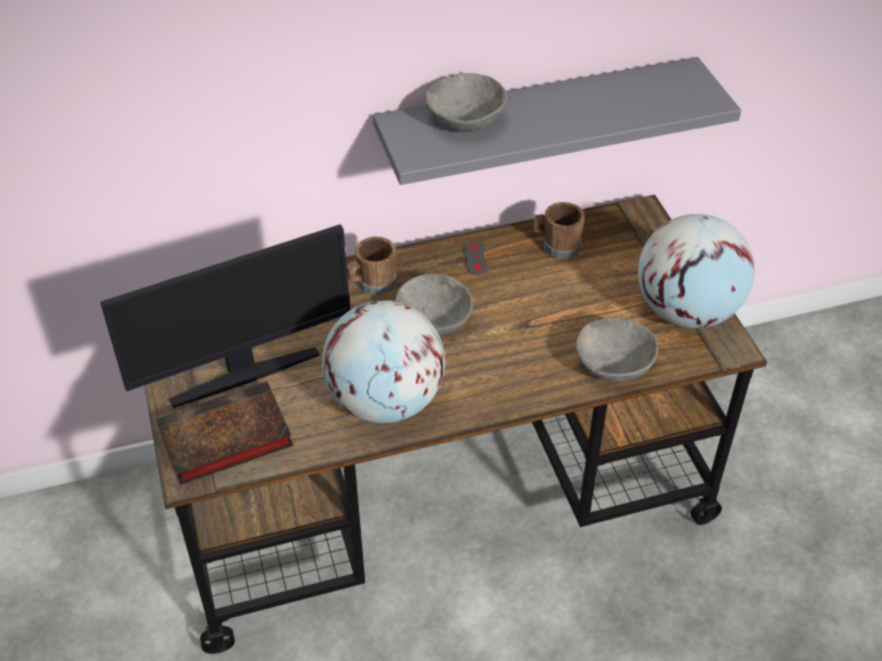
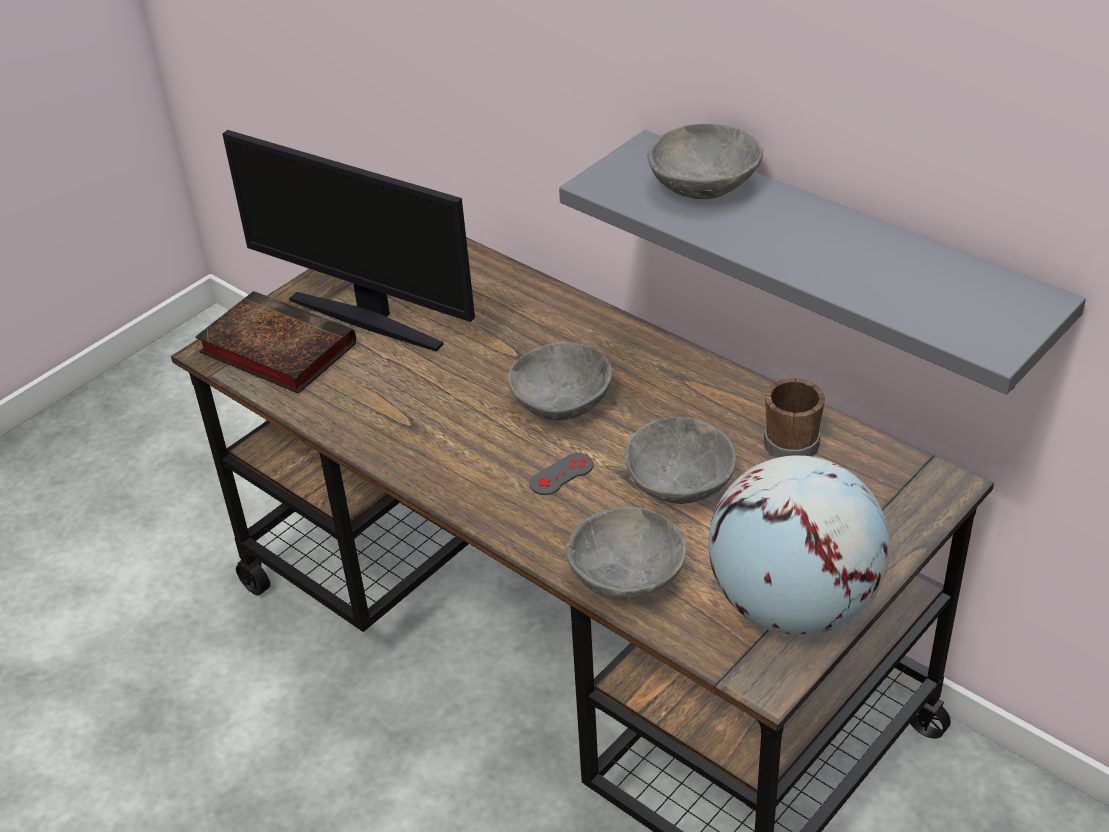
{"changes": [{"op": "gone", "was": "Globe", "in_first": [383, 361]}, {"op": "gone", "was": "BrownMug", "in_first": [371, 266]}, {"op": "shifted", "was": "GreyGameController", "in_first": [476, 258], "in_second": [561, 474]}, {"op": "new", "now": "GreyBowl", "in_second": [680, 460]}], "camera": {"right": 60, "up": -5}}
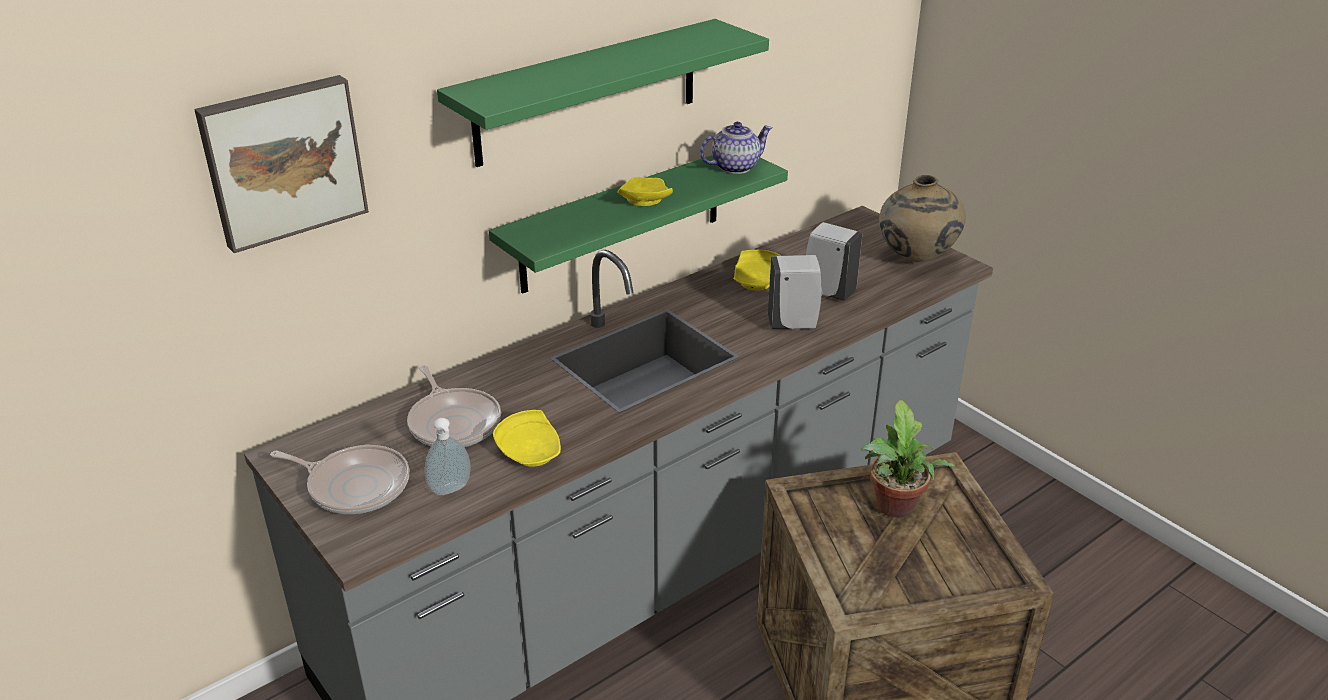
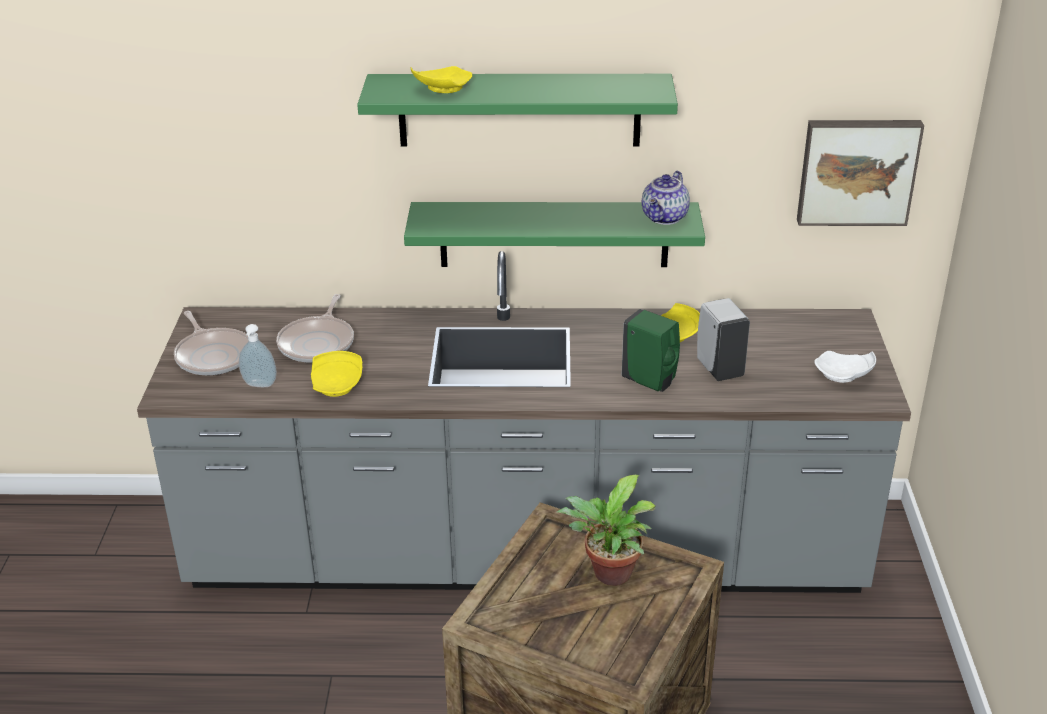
{"changes": [{"op": "shifted", "was": "Picture", "in_first": [281, 164], "in_second": [860, 173]}, {"op": "shifted", "was": "YellowPlate", "in_first": [645, 191], "in_second": [441, 79]}, {"op": "rotated", "was": "Teapot", "in_first": [736, 148], "in_second": [666, 198], "clockwise": 105}, {"op": "repainted", "was": "WhiteSoapDispenser", "now": "GreenSoapDispenser", "in_first": [795, 292], "in_second": [651, 350]}, {"op": "swapped", "was": "BeigeVase", "now": "WhitePlate", "in_first": [922, 218], "in_second": [845, 367]}], "camera": {"right": 40, "up": 0}}
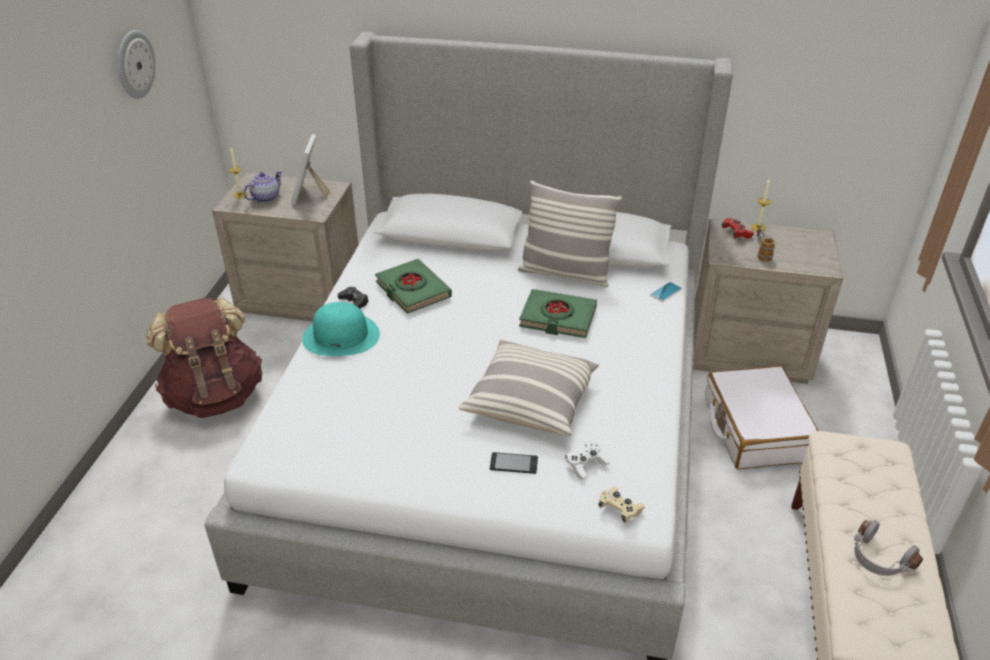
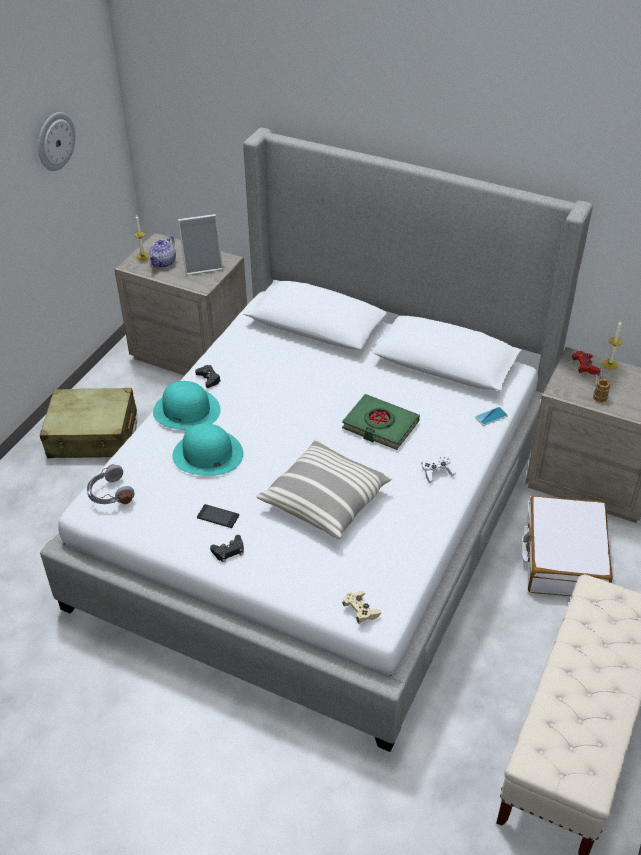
{"changes": [{"op": "swapped", "was": "BrownBackpack", "now": "BeigeSuitcase", "in_first": [204, 357], "in_second": [88, 423]}, {"op": "rotated", "was": "Teapot", "in_first": [262, 186], "in_second": [162, 251], "clockwise": 150}, {"op": "rotated", "was": "PictureFrame", "in_first": [310, 169], "in_second": [200, 244], "clockwise": -120}, {"op": "gone", "was": "GreenBook", "in_first": [413, 286]}, {"op": "shifted", "was": "Phone", "in_first": [514, 463], "in_second": [218, 516]}, {"op": "gone", "was": "Pillow", "in_first": [570, 233]}, {"op": "shifted", "was": "WhiteGameController", "in_first": [587, 460], "in_second": [439, 469]}, {"op": "shifted", "was": "GreyHeadphones", "in_first": [888, 548], "in_second": [111, 484]}, {"op": "new", "now": "TurquoiseHat", "in_second": [207, 449]}, {"op": "new", "now": "BlackGameController", "in_second": [227, 548]}], "camera": {"right": 15, "up": 5}}
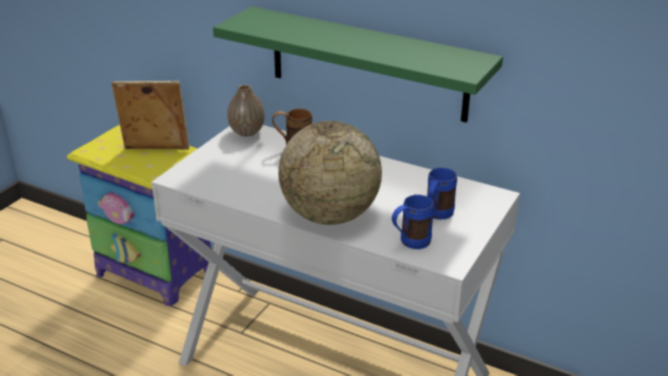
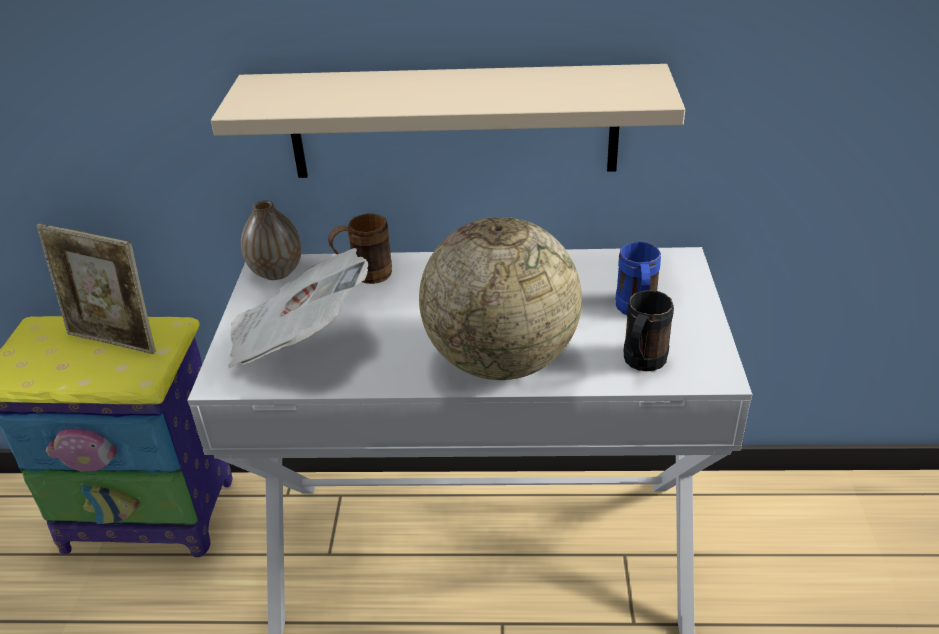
{"changes": [{"op": "rotated", "was": "PictureFrame", "in_first": [150, 115], "in_second": [96, 289], "clockwise": -135}, {"op": "repainted", "was": "GreenShelf", "now": "BeigeShelf", "in_first": [358, 64], "in_second": [448, 121]}, {"op": "repainted", "was": "BlueMug", "now": "BlackMug", "in_first": [413, 222], "in_second": [648, 330]}, {"op": "new", "now": "Newspaper", "in_second": [298, 308]}], "camera": {"right": -25, "up": 5}}
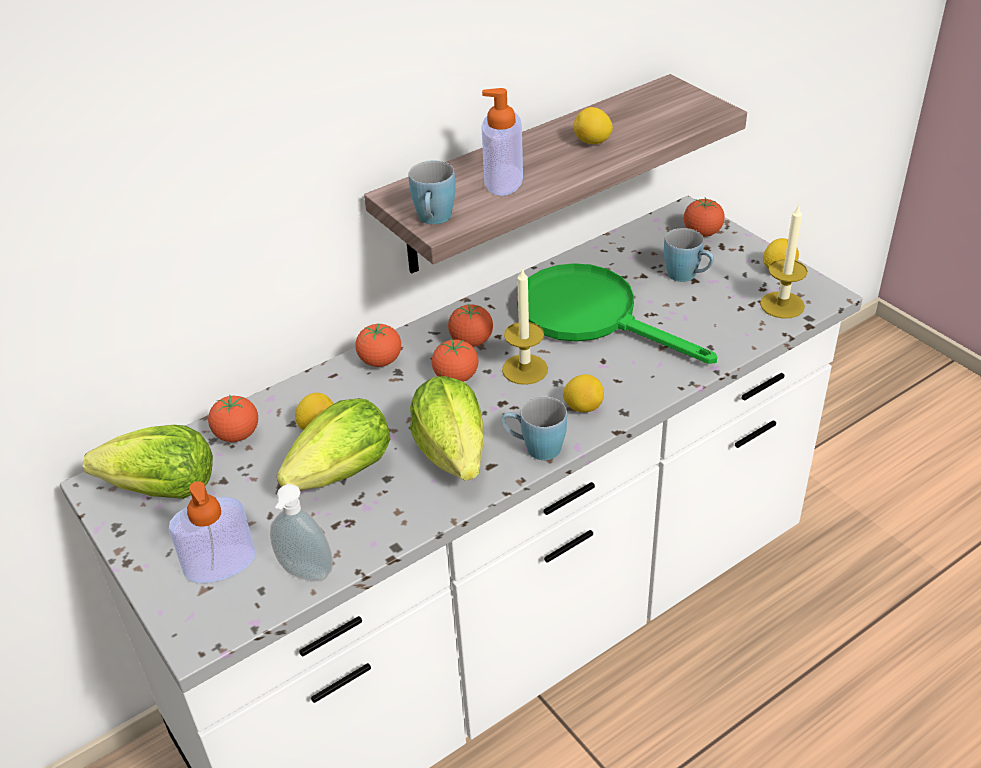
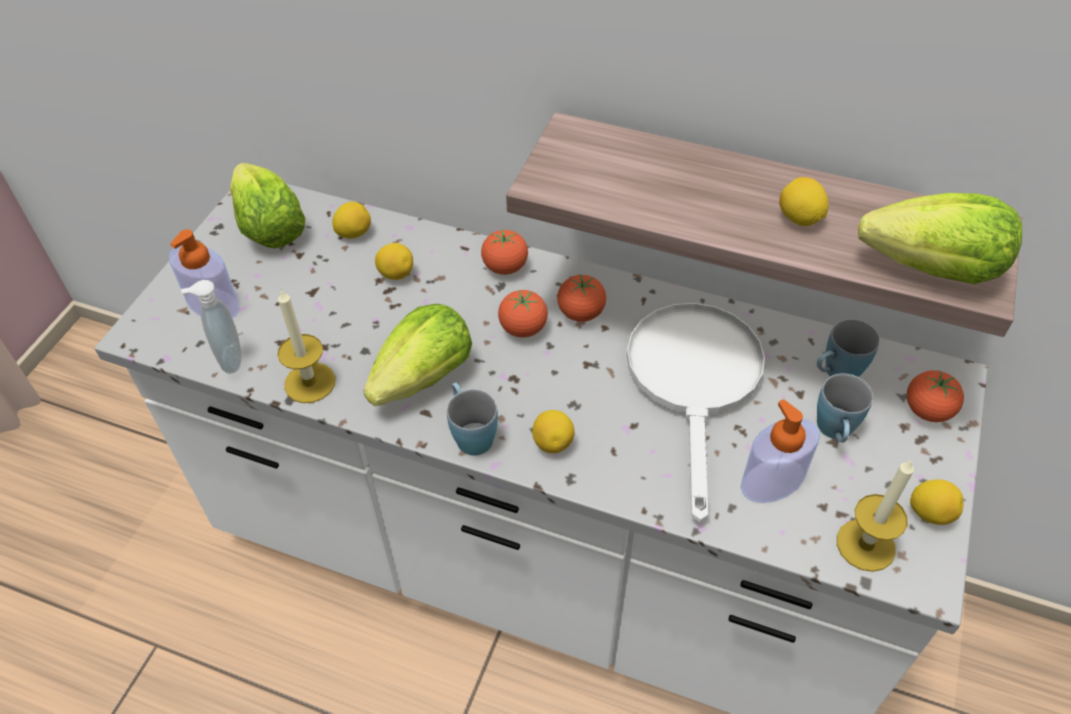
{"changes": [{"op": "swapped", "was": "Tomato", "now": "Lemon", "in_first": [233, 418], "in_second": [351, 220]}, {"op": "shifted", "was": "Lettuce", "in_first": [333, 444], "in_second": [940, 238]}, {"op": "shifted", "was": "BlueMug", "in_first": [432, 192], "in_second": [848, 348]}, {"op": "shifted", "was": "SoapDispenser", "in_first": [502, 142], "in_second": [780, 451]}, {"op": "shifted", "was": "Candle", "in_first": [525, 326], "in_second": [306, 346]}, {"op": "repainted", "was": "GreenFryingPan", "now": "WhiteFryingPan", "in_first": [617, 313], "in_second": [696, 413]}], "camera": {"right": 55, "up": 10}}
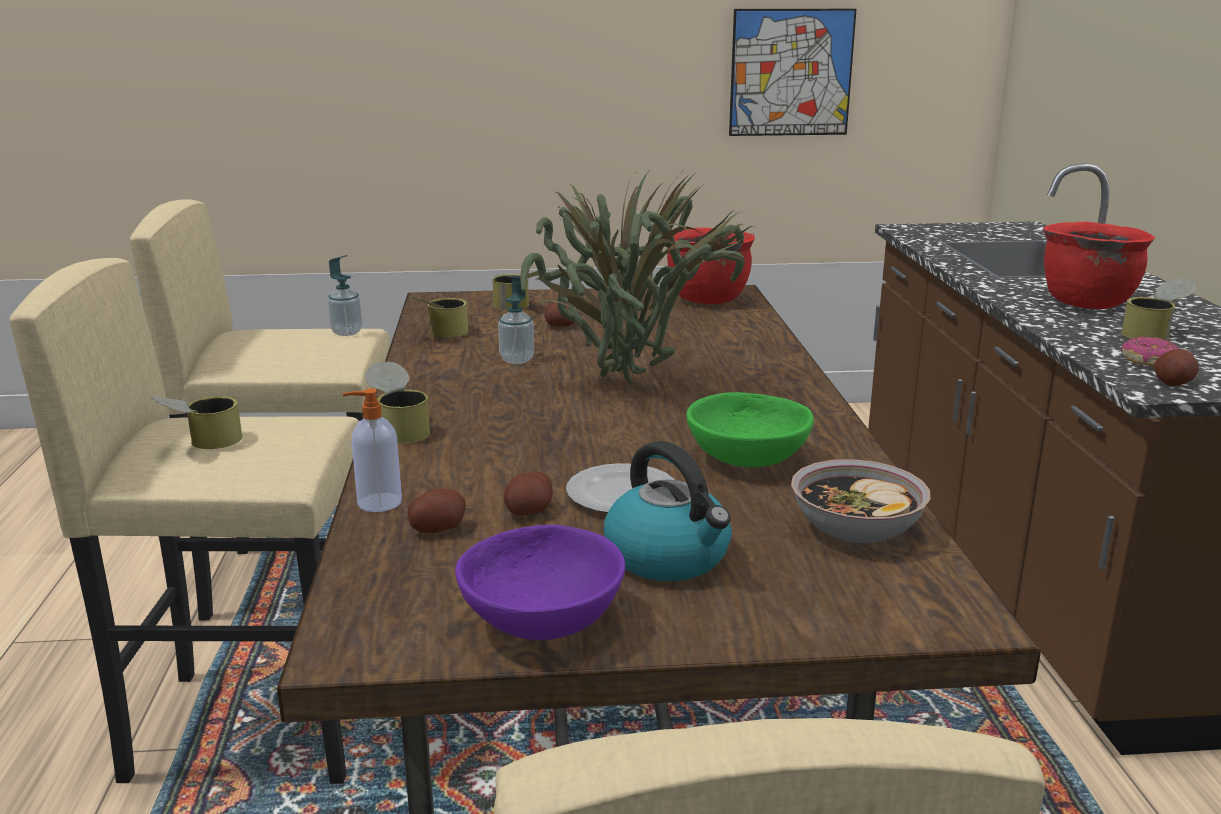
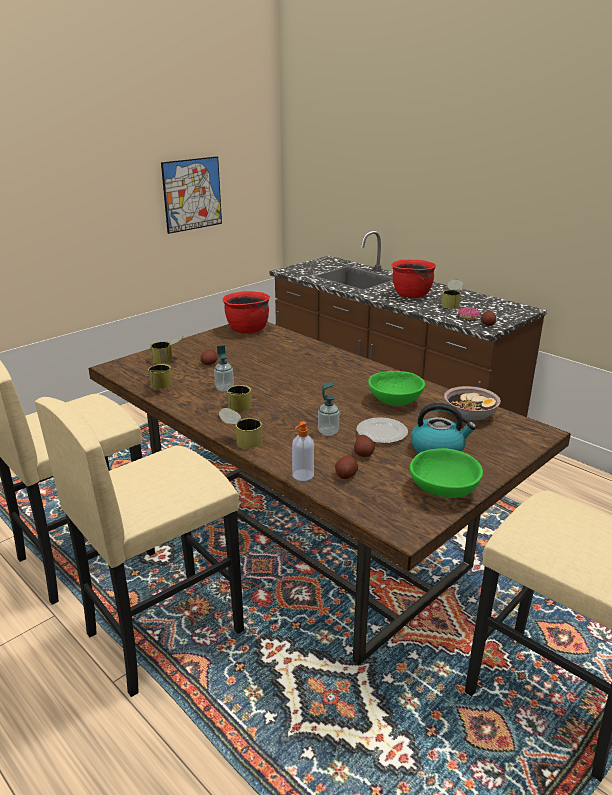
{"changes": [{"op": "shifted", "was": "Can", "in_first": [197, 422], "in_second": [238, 398]}, {"op": "shifted", "was": "SoapDispenser", "in_first": [345, 295], "in_second": [328, 409]}, {"op": "repainted", "was": "PurpleBowl", "now": "GreenBowl", "in_first": [540, 582], "in_second": [446, 473]}, {"op": "gone", "was": "PottedPlant", "in_first": [637, 276]}], "camera": {"right": -40, "up": 5}}
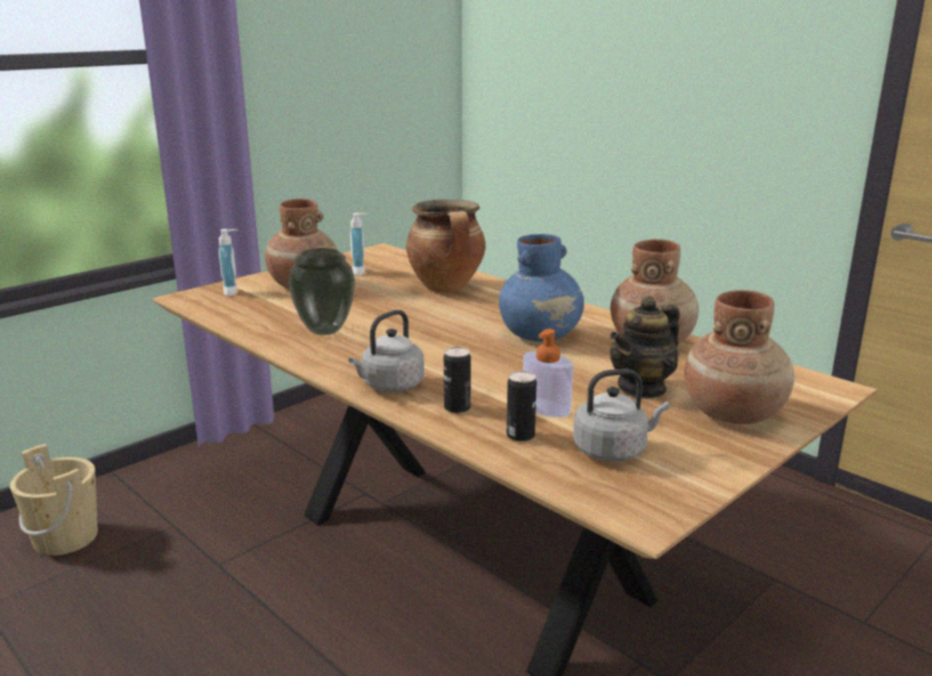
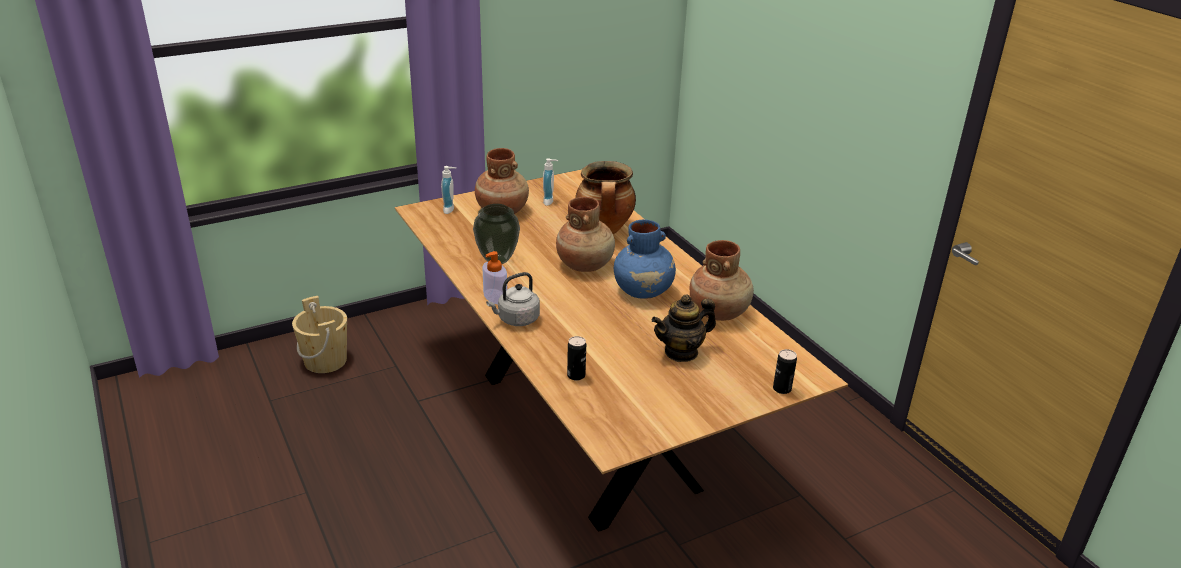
{"changes": [{"op": "shifted", "was": "Can", "in_first": [457, 380], "in_second": [785, 371]}, {"op": "shifted", "was": "SoapDispenser", "in_first": [548, 373], "in_second": [494, 277]}, {"op": "gone", "was": "GreyKettle", "in_first": [621, 415]}, {"op": "shifted", "was": "BrownVase", "in_first": [739, 357], "in_second": [585, 234]}], "camera": {"right": 15, "up": 10}}
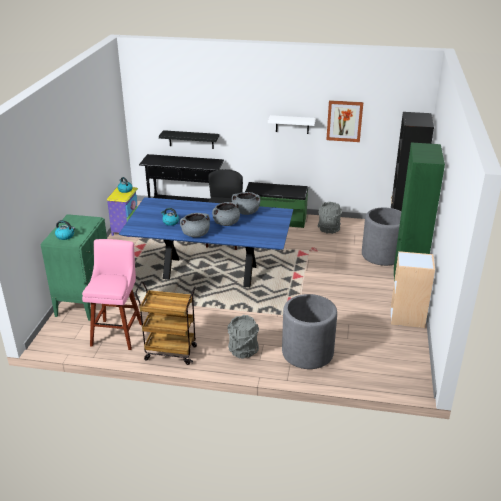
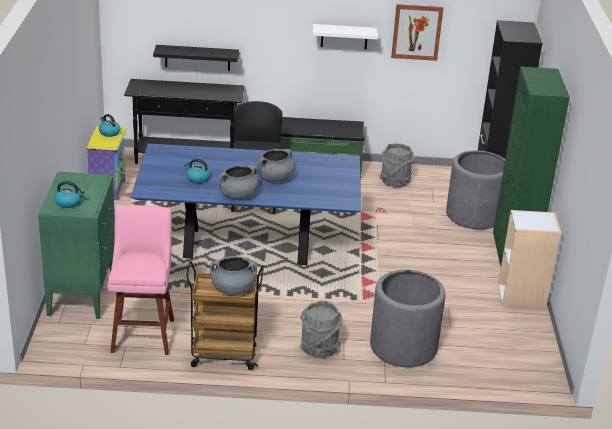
{"changes": [{"op": "shifted", "was": "GreyCookingPot", "in_first": [246, 203], "in_second": [233, 275]}], "camera": {"right": -10, "up": 0}}
